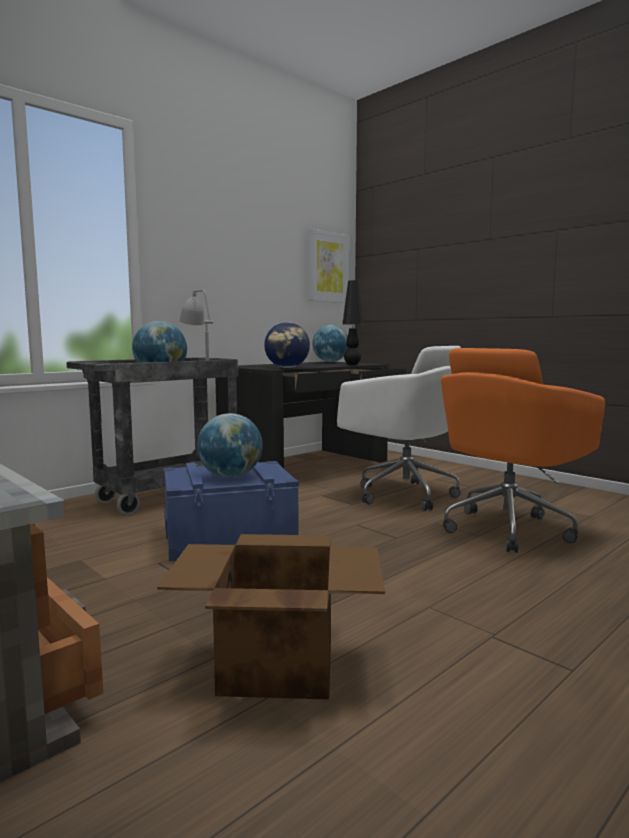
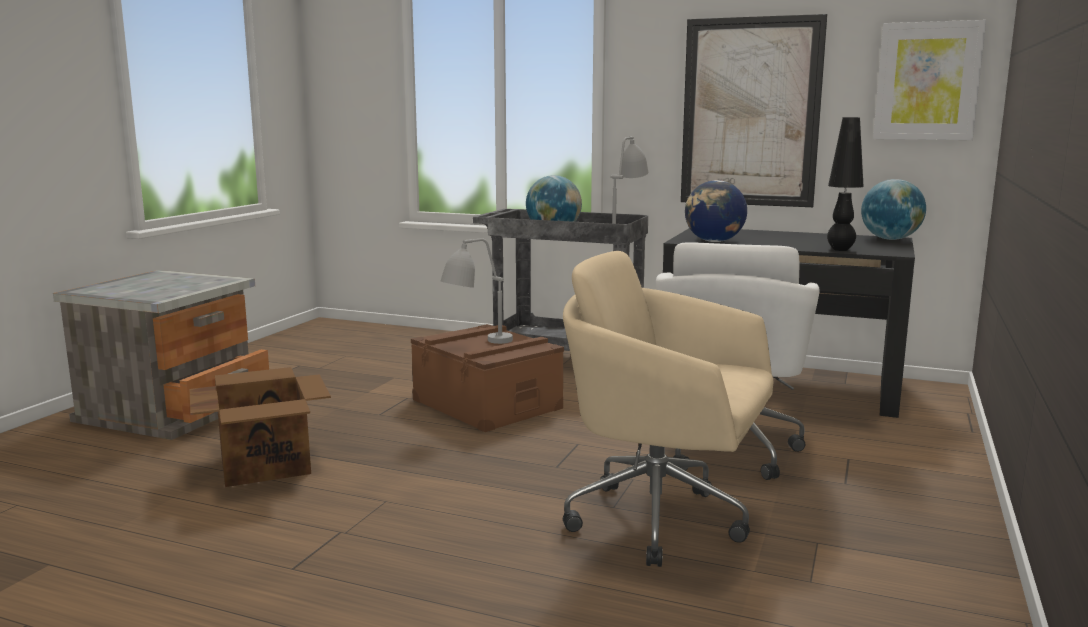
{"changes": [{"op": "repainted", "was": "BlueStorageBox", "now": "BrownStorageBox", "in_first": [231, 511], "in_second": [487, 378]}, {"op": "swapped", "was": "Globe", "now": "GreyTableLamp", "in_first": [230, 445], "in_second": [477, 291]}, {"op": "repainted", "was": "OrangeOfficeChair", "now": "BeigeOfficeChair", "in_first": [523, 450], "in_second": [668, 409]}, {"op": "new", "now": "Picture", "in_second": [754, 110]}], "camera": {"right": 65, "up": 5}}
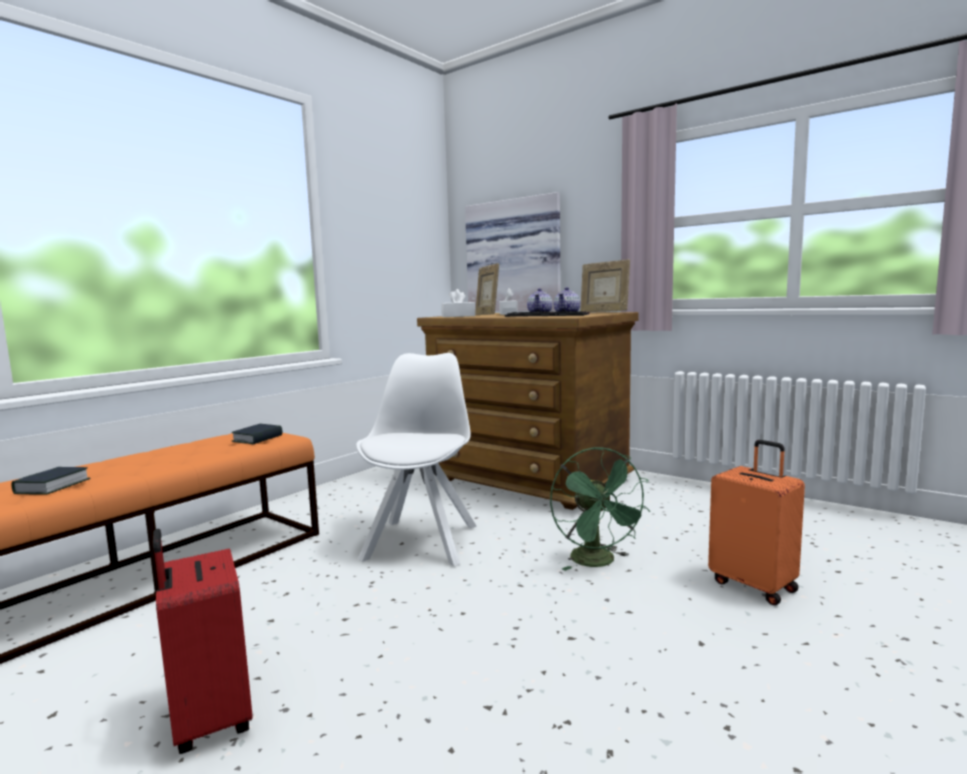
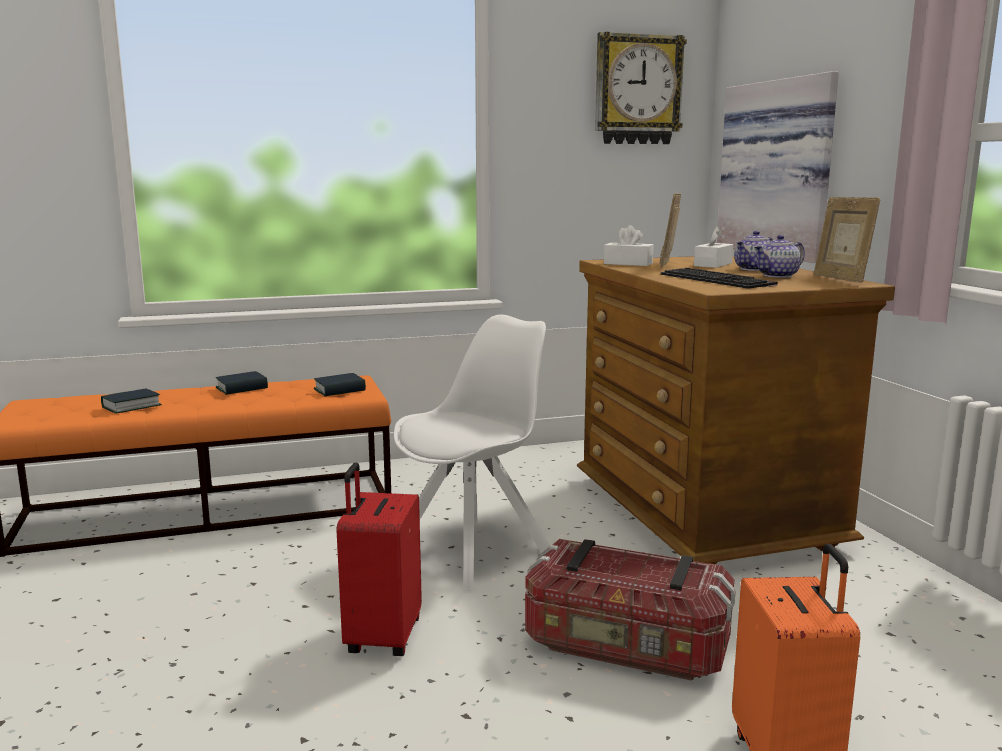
{"changes": [{"op": "shifted", "was": "RedSuitcase", "in_first": [203, 641], "in_second": [379, 559]}, {"op": "swapped", "was": "GreenFan", "now": "StorageBox", "in_first": [600, 509], "in_second": [630, 609]}, {"op": "new", "now": "Book", "in_second": [242, 383]}, {"op": "new", "now": "WallClock", "in_second": [641, 88]}], "camera": {"right": 35, "up": 5}}
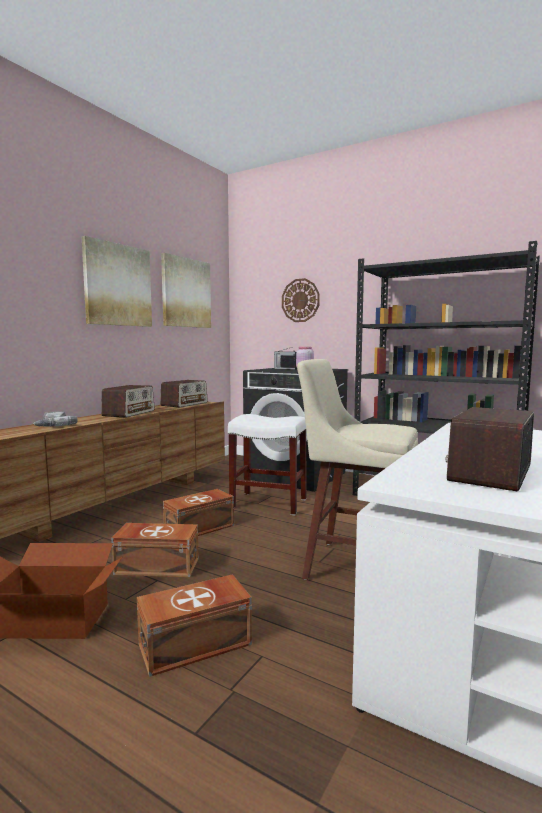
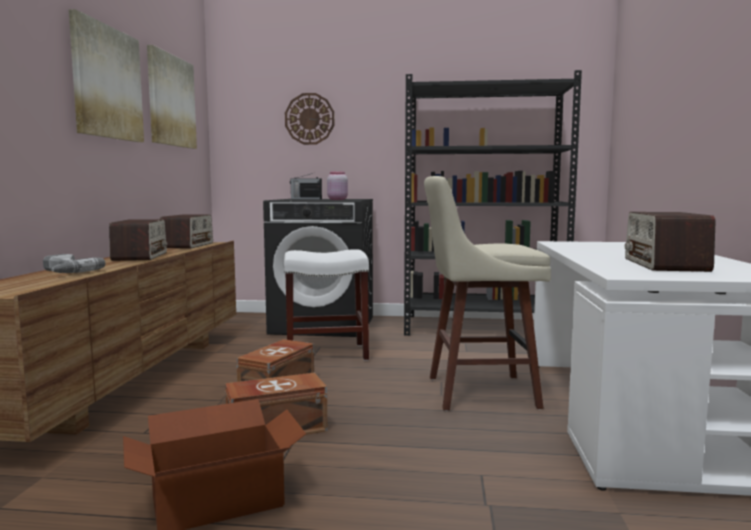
{"changes": [{"op": "gone", "was": "BrownStorageBox", "in_first": [194, 625]}], "camera": {"right": -25, "up": 0}}
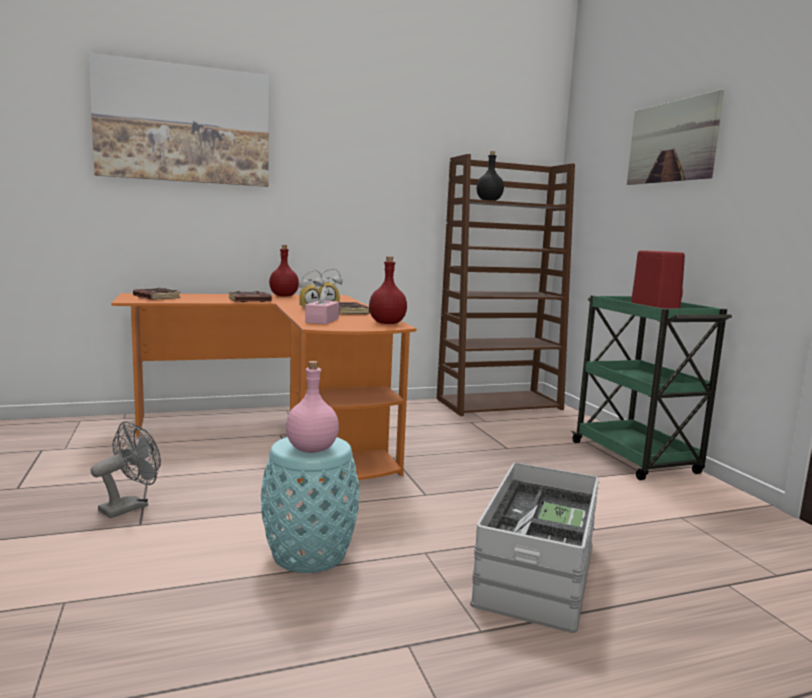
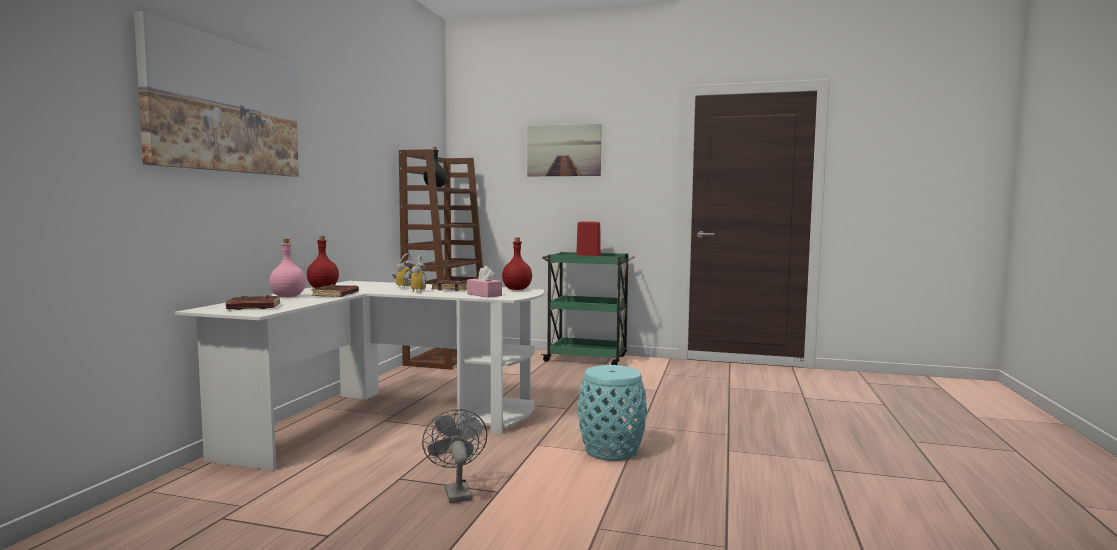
{"changes": [{"op": "repainted", "was": "OrangeDesk", "now": "WhiteDesk", "in_first": [263, 388], "in_second": [359, 376]}, {"op": "shifted", "was": "PinkBottle", "in_first": [312, 407], "in_second": [287, 268]}, {"op": "gone", "was": "GreyStorageBox", "in_first": [535, 548]}], "camera": {"right": -55, "up": -5}}
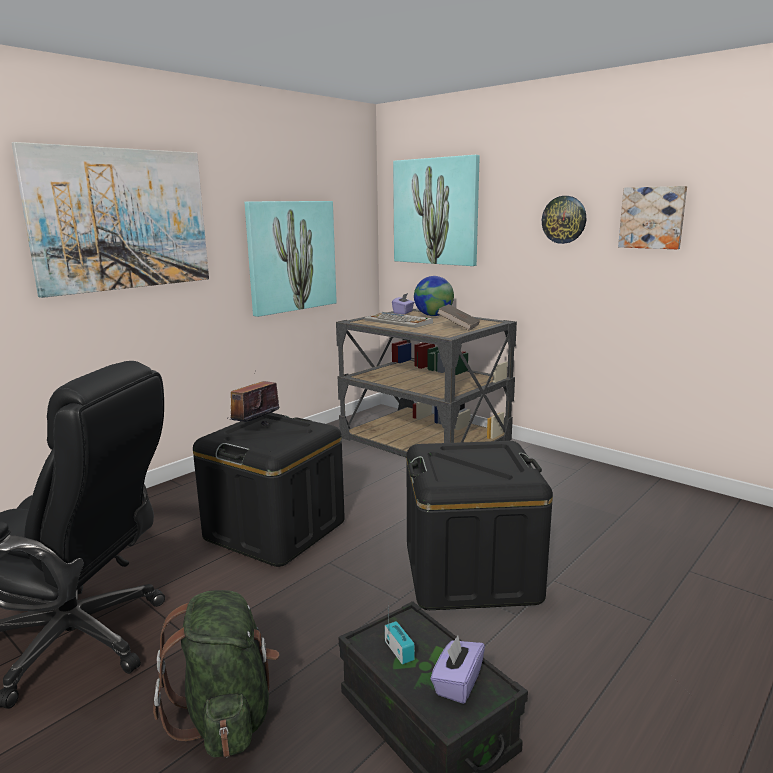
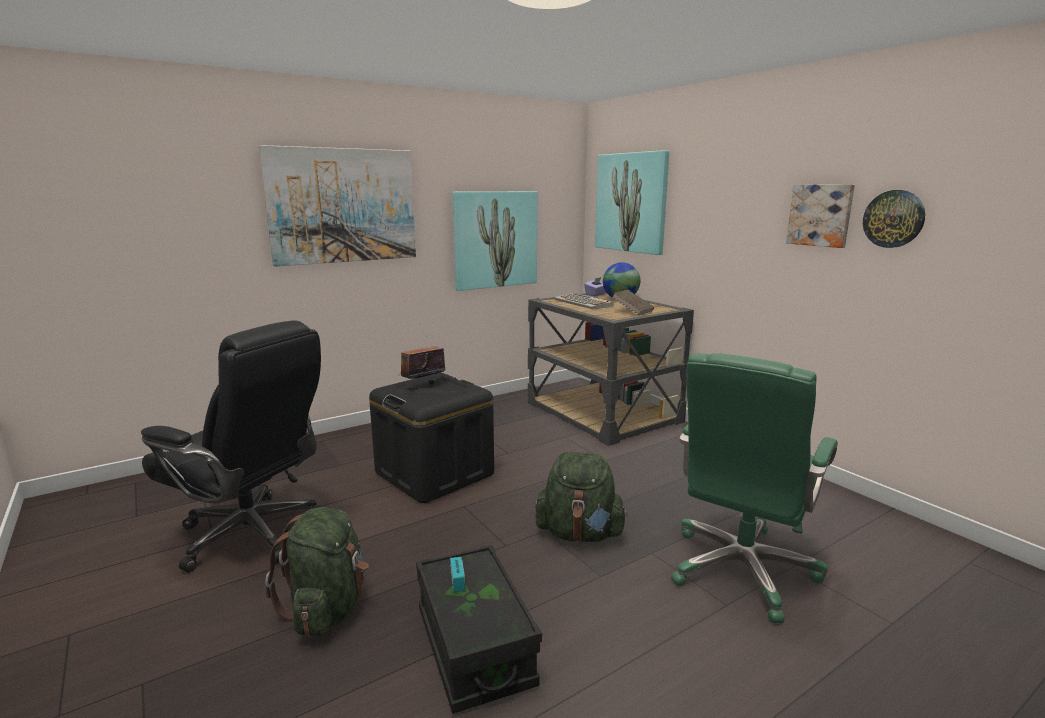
{"changes": [{"op": "swapped", "was": "BlackStorageBox", "now": "GreenBackpack", "in_first": [479, 525], "in_second": [581, 497]}, {"op": "gone", "was": "PurpleTissueBox", "in_first": [458, 669]}, {"op": "shifted", "was": "WallClock", "in_first": [564, 220], "in_second": [894, 219]}, {"op": "new", "now": "GreenOfficeChair", "in_second": [754, 488]}], "camera": {"right": 15, "up": 0}}
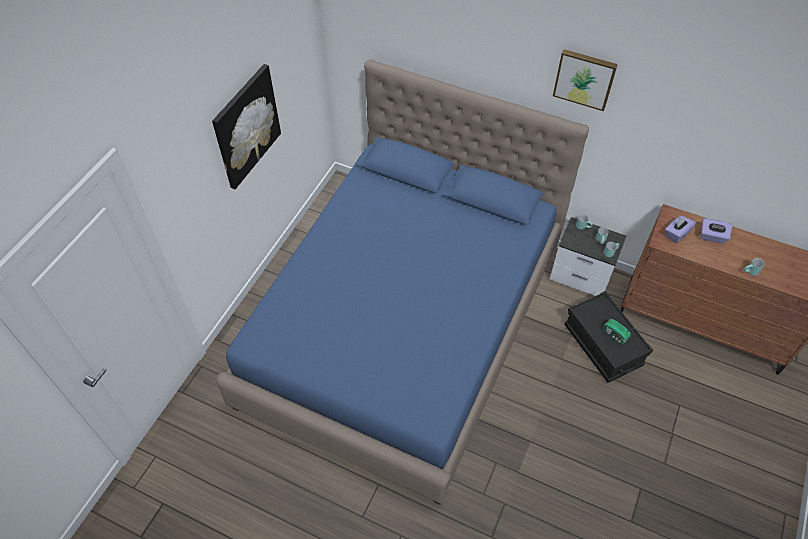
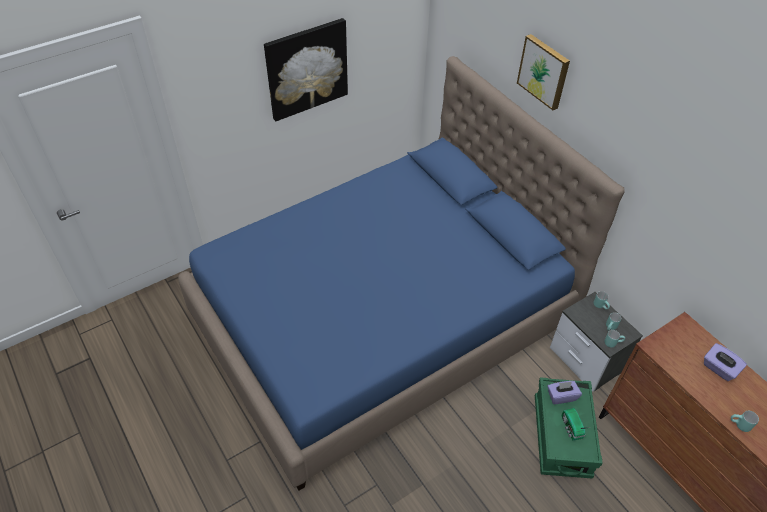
{"changes": [{"op": "shifted", "was": "Picture", "in_first": [585, 80], "in_second": [543, 72]}, {"op": "repainted", "was": "BlackStorageBox", "now": "GreenStorageBox", "in_first": [608, 337], "in_second": [569, 428]}, {"op": "shifted", "was": "PurpleTissueBox", "in_first": [680, 229], "in_second": [564, 392]}], "camera": {"right": 30, "up": -5}}
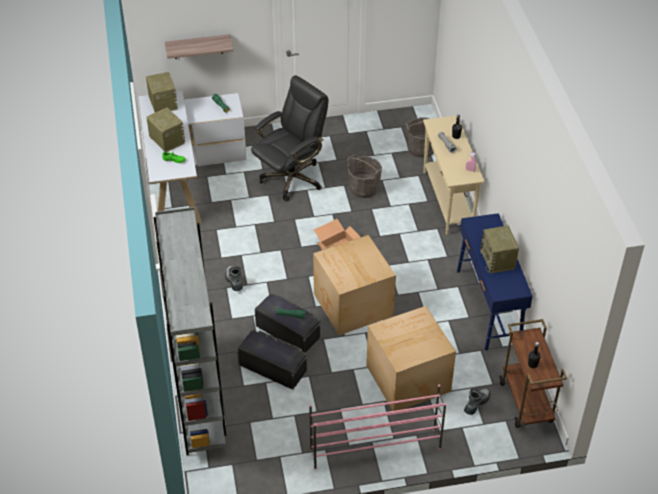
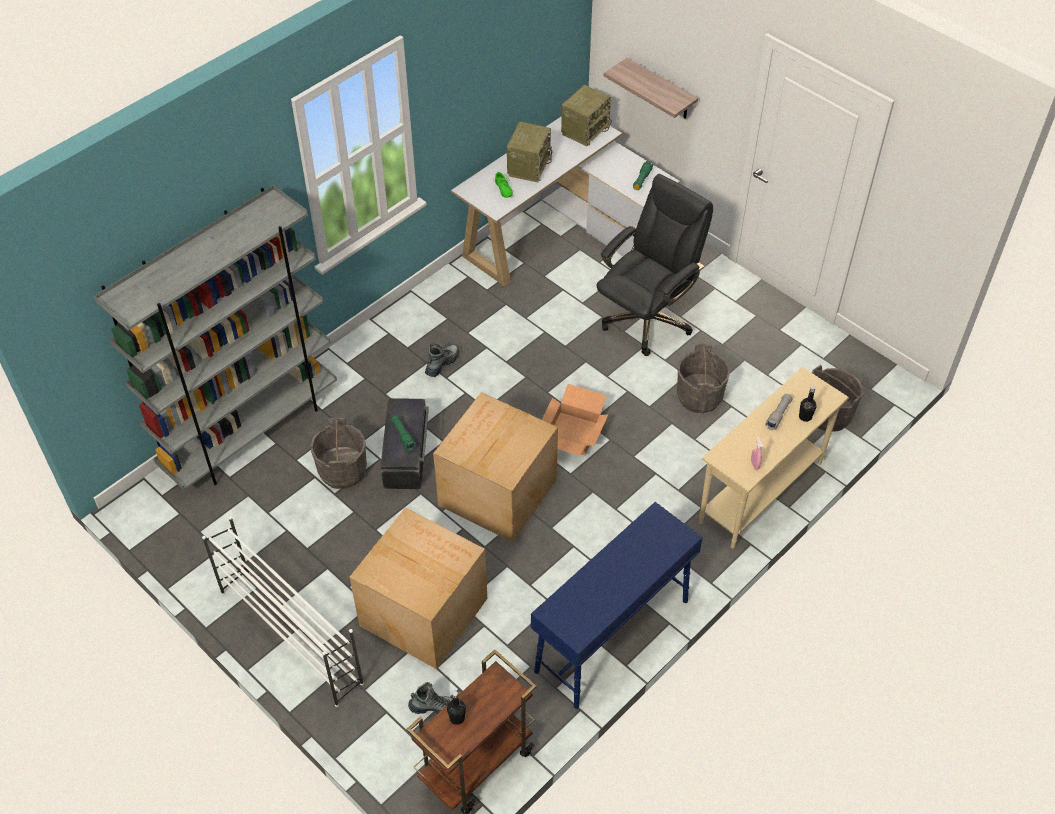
{"changes": [{"op": "swapped", "was": "BlackStorageBox", "now": "GreyBucket", "in_first": [272, 360], "in_second": [338, 453]}, {"op": "rotated", "was": "BlackOfficeChair", "in_first": [289, 138], "in_second": [655, 265], "clockwise": -60}, {"op": "repainted", "was": "PinkShoeRack", "now": "WhiteShoeRack", "in_first": [377, 427], "in_second": [283, 611]}, {"op": "gone", "was": "Radio", "in_first": [499, 250]}], "camera": {"right": 55, "up": 5}}
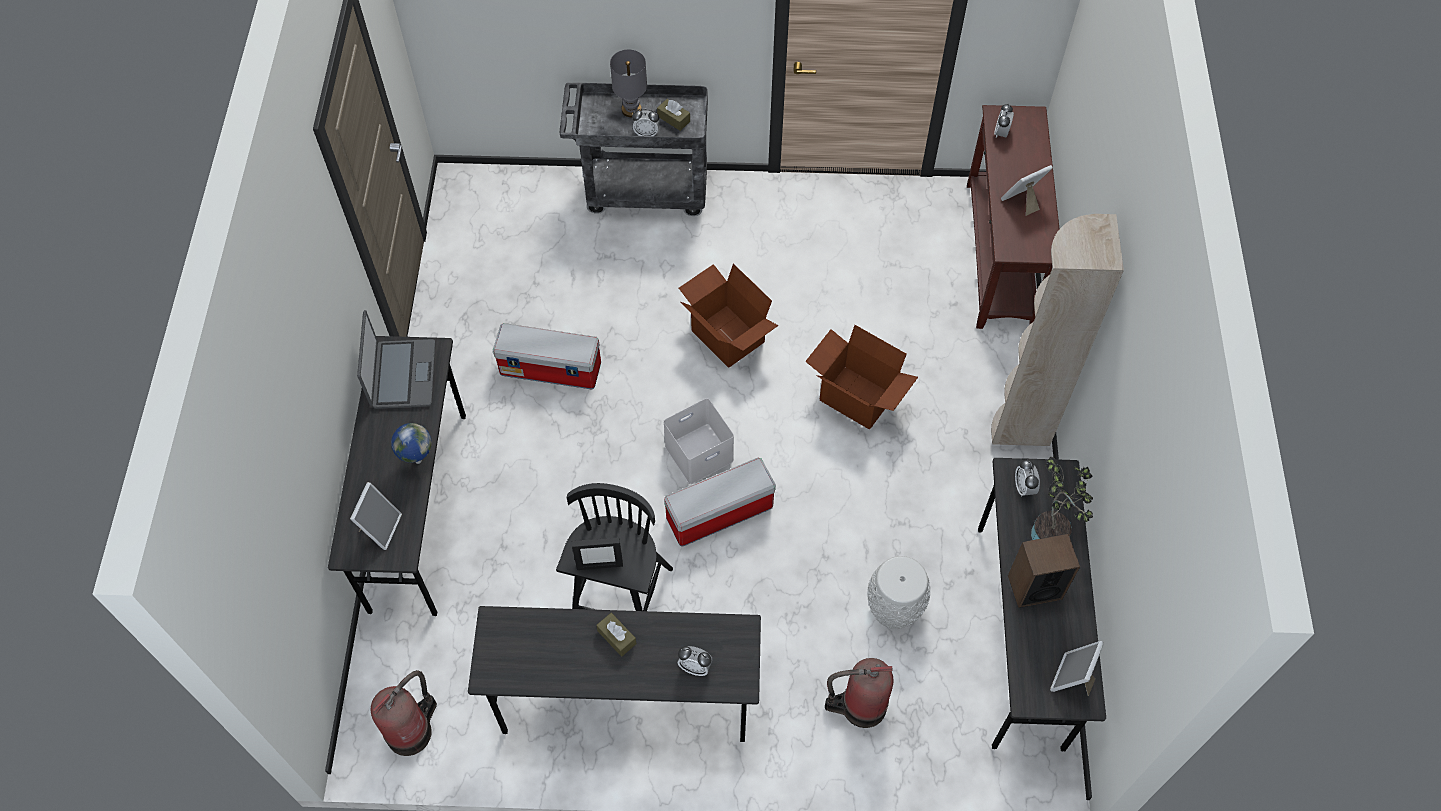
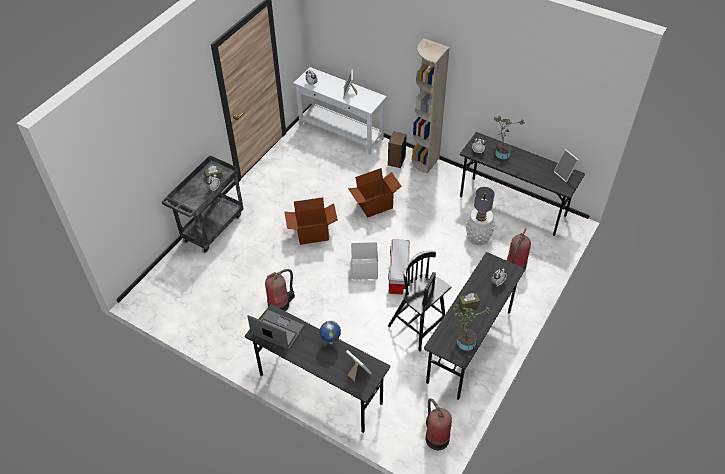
{"changes": [{"op": "swapped", "was": "StorageBox", "now": "FireExtinguisher", "in_first": [547, 356], "in_second": [280, 290]}, {"op": "shifted", "was": "GreyTableLamp", "in_first": [628, 83], "in_second": [484, 204]}, {"op": "repainted", "was": "BrownConsoleTable", "now": "WhiteConsoleTable", "in_first": [1013, 217], "in_second": [340, 111]}, {"op": "shifted", "was": "Speaker", "in_first": [1044, 571], "in_second": [397, 149]}, {"op": "new", "now": "PottedPlant", "in_second": [472, 327]}], "camera": {"right": -60, "up": -10}}
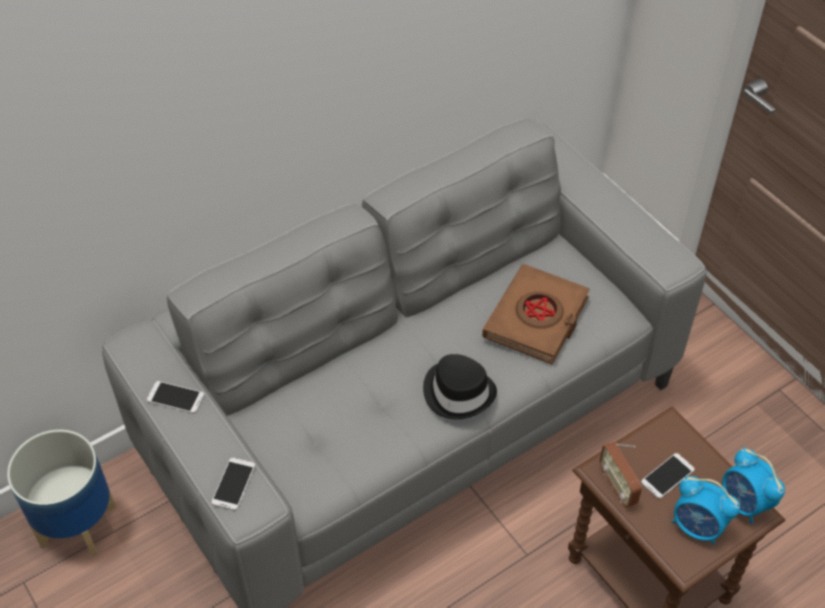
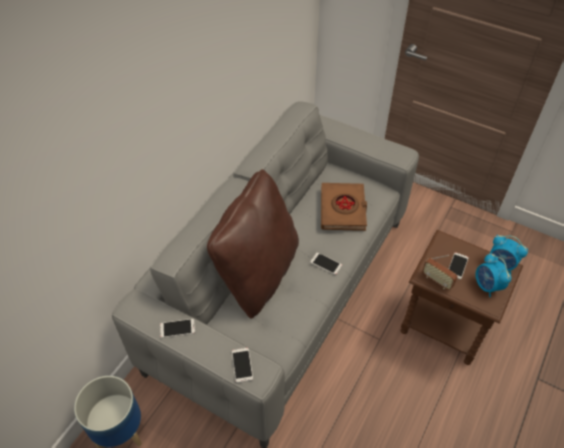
{"changes": [{"op": "swapped", "was": "BlackHat", "now": "Phone", "in_first": [460, 386], "in_second": [326, 264]}, {"op": "rotated", "was": "AlarmClock", "in_first": [705, 510], "in_second": [493, 275], "clockwise": 60}, {"op": "new", "now": "BrownPillow", "in_second": [253, 244]}], "camera": {"right": -25, "up": 0}}
